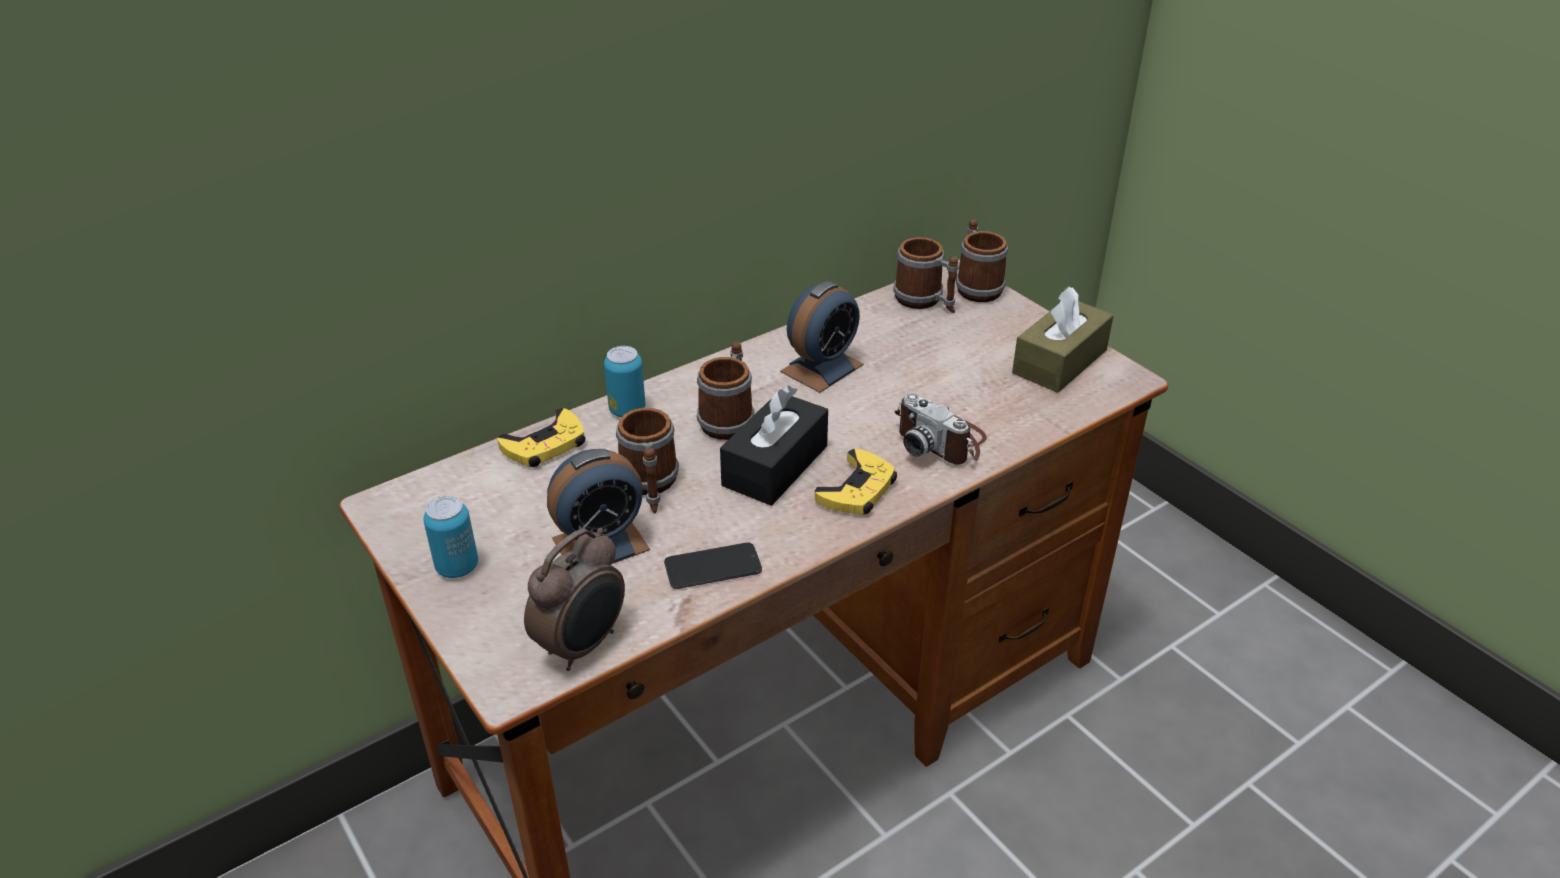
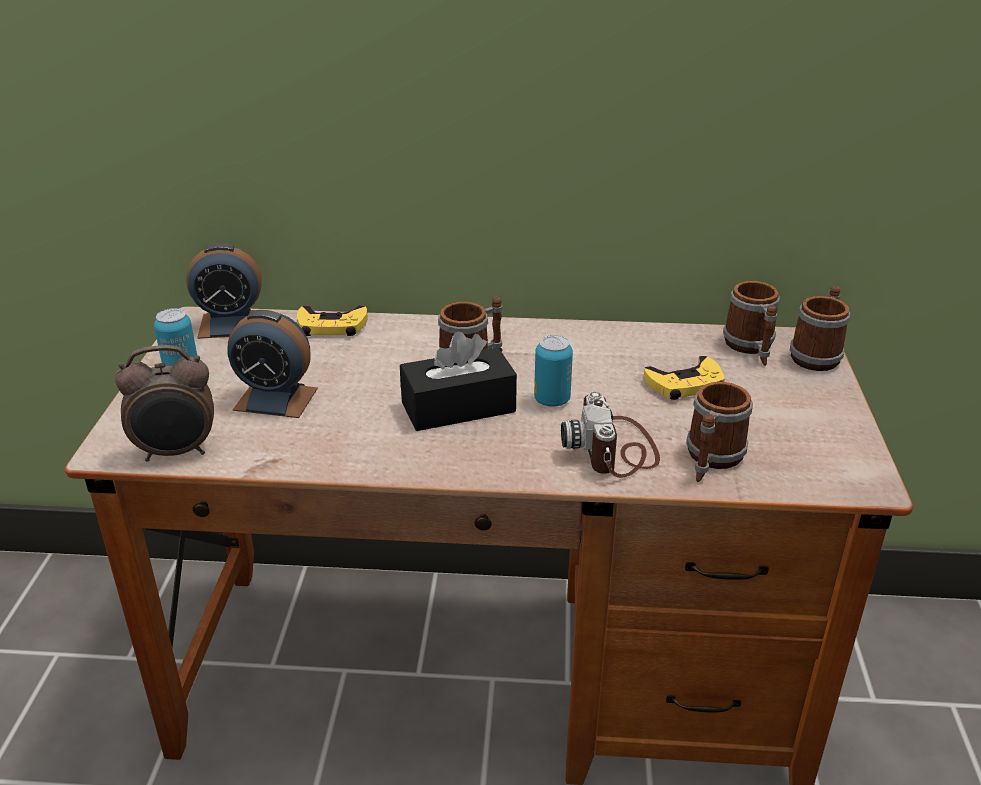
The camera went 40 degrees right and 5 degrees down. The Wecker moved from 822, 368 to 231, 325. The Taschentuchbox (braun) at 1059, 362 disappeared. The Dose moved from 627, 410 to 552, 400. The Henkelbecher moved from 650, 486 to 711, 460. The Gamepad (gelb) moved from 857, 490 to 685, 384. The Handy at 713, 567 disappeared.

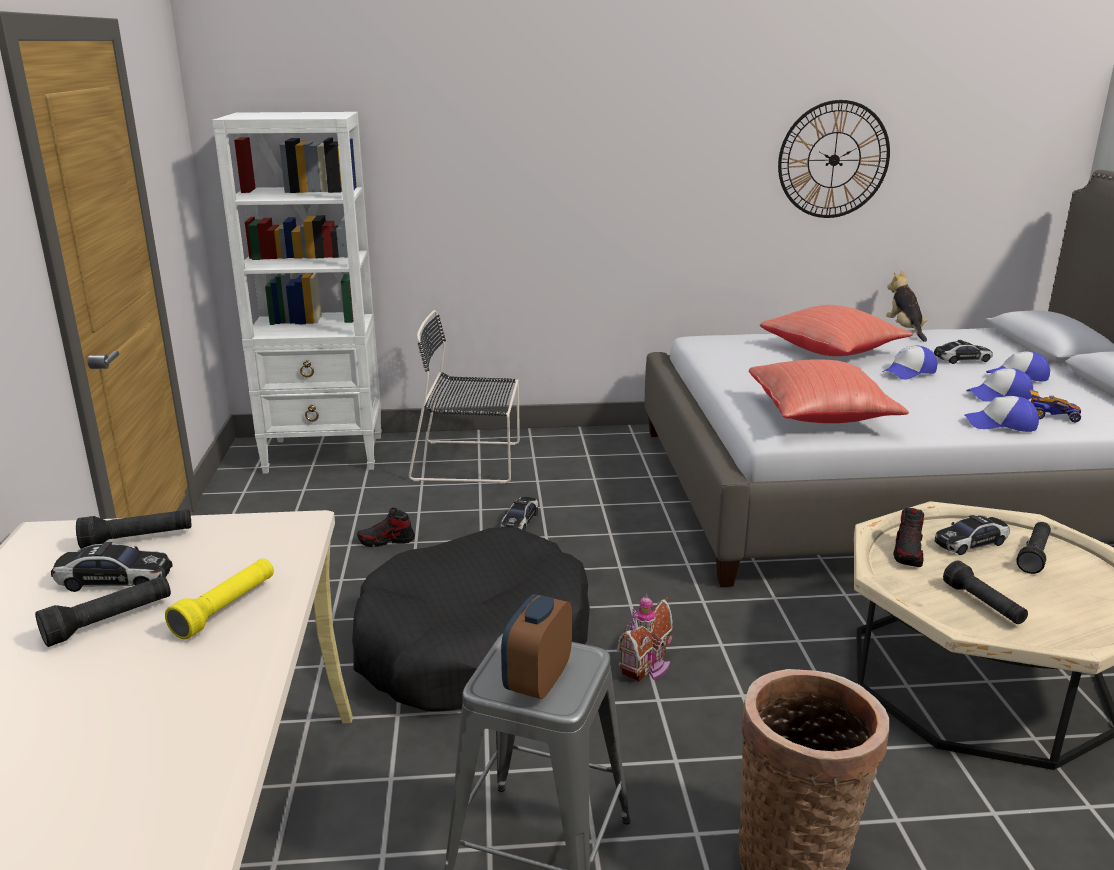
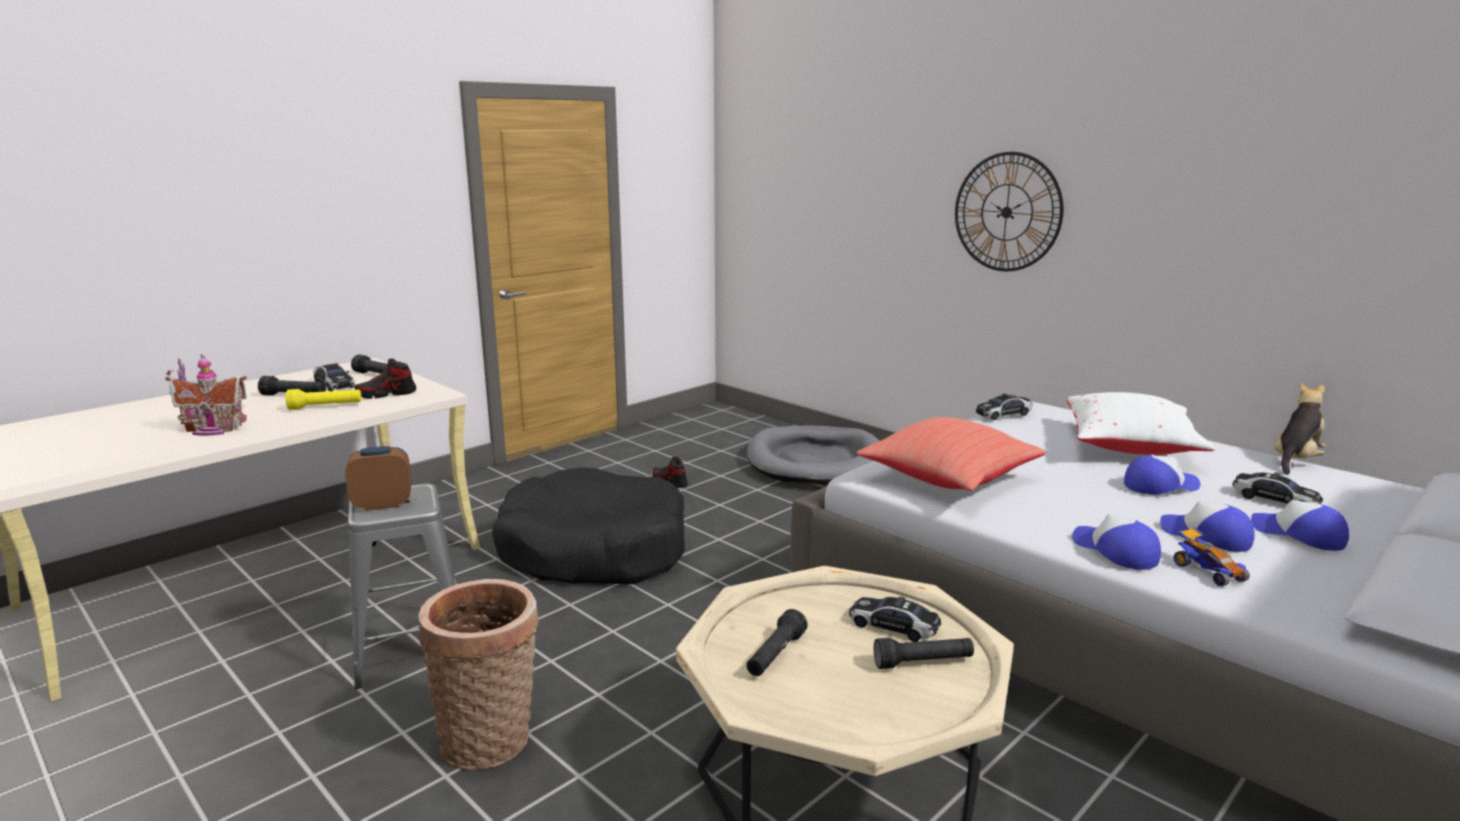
The camera went 50 degrees right and 5 degrees down. The Wanduhr moved from 833, 160 to 1007, 212. The Bücherregal (weiß) at 326, 454 disappeared. The Kissen (rot) at 833, 351 became the Kissen (weiß) at 1131, 448. The Stuhl (schwarz) at 471, 461 was replaced by the Hundebett (grau) at 815, 461. The Kappe at 909, 372 turned 150 degrees clockwise. The Spielzeugauto moved from 520, 521 to 1003, 414. The Schuh moved from 908, 553 to 386, 394. The Spielzeughaus moved from 648, 667 to 213, 430.

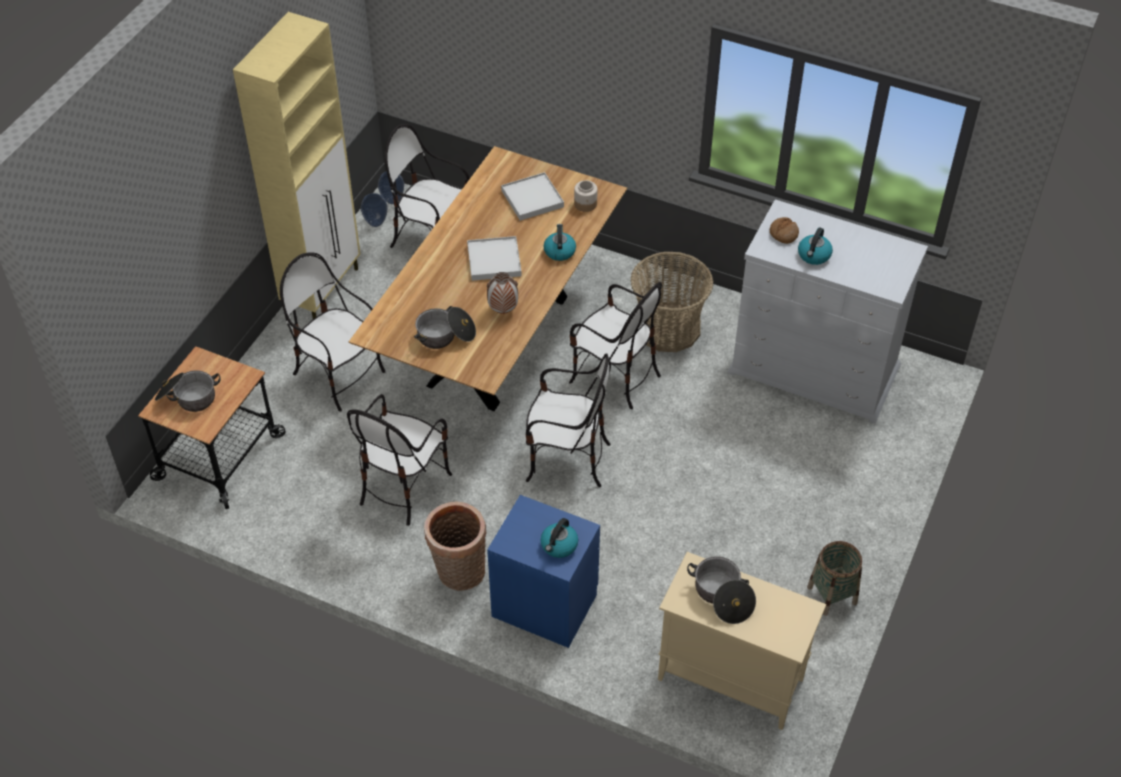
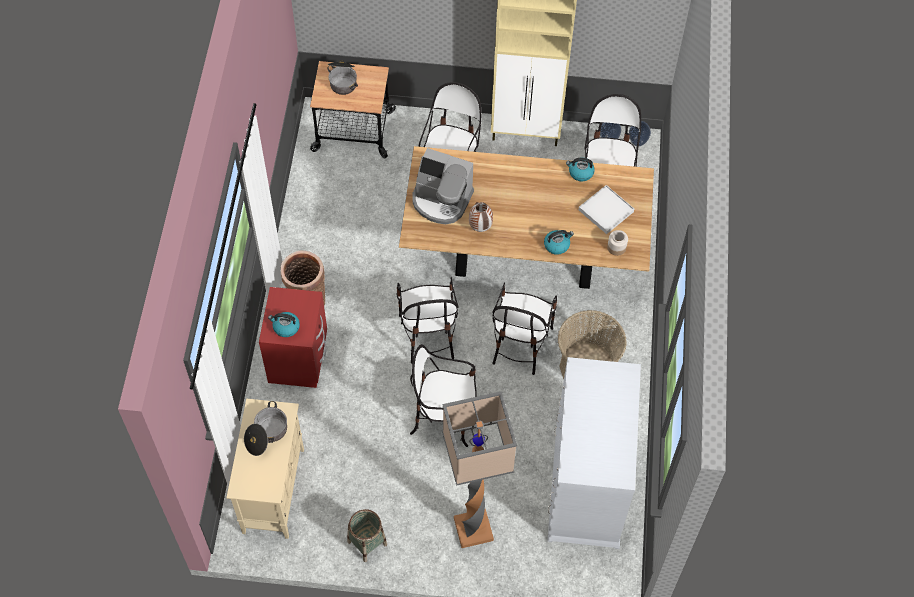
The camera went 70 degrees right and 10 degrees up. The Brot at 783, 233 disappeared. The Wasserkessel moved from 814, 255 to 580, 173. The Tablett (weiß) at 494, 261 disappeared. The Kochtopf at 445, 336 was replaced by the Kaffeemaschine at 441, 200. The Stuhl moved from 403, 486 to 444, 418. The Nachttisch (blau) at 545, 604 became the Nachttisch (rot) at 299, 358. The Stehlampe at 472, 530 appeared.

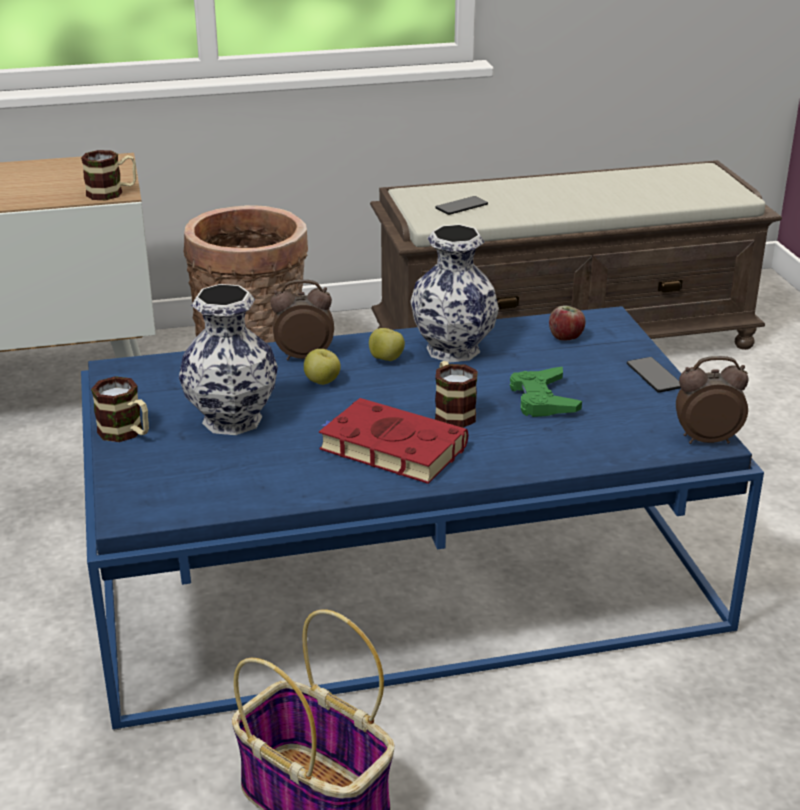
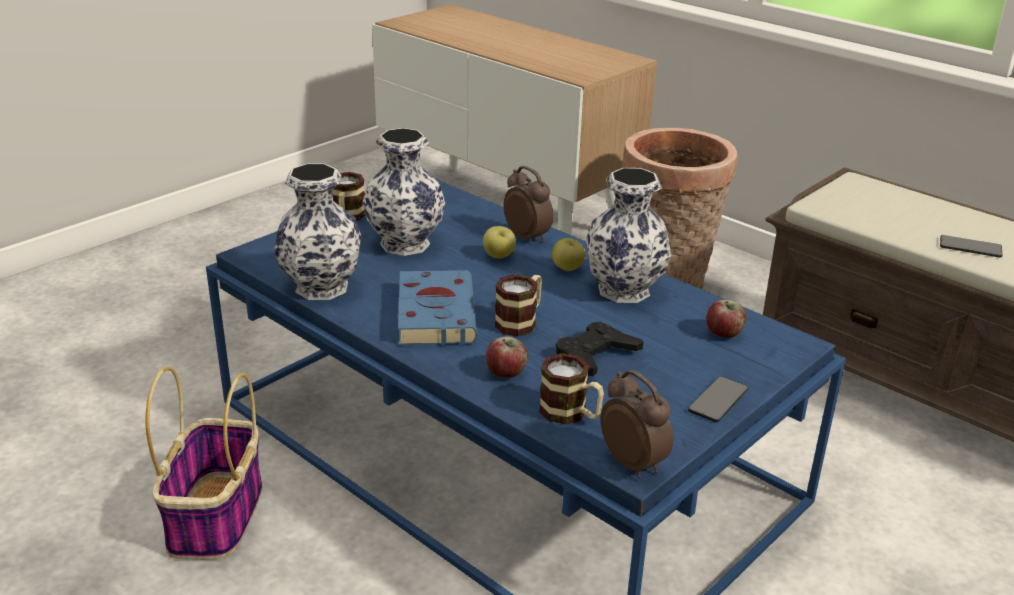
The camera went 55 degrees right and 0 degrees up. The Henkelbecher moved from 112, 193 to 571, 414. The Handy moved from 461, 206 to 970, 247. The Gamepad (grün) at 543, 399 became the Gamepad (schwarz) at 595, 355. The Buch (rot) at 389, 447 became the Buch (blau) at 435, 313. The Vase at 320, 286 appeared. The Apfel at 506, 373 appeared.

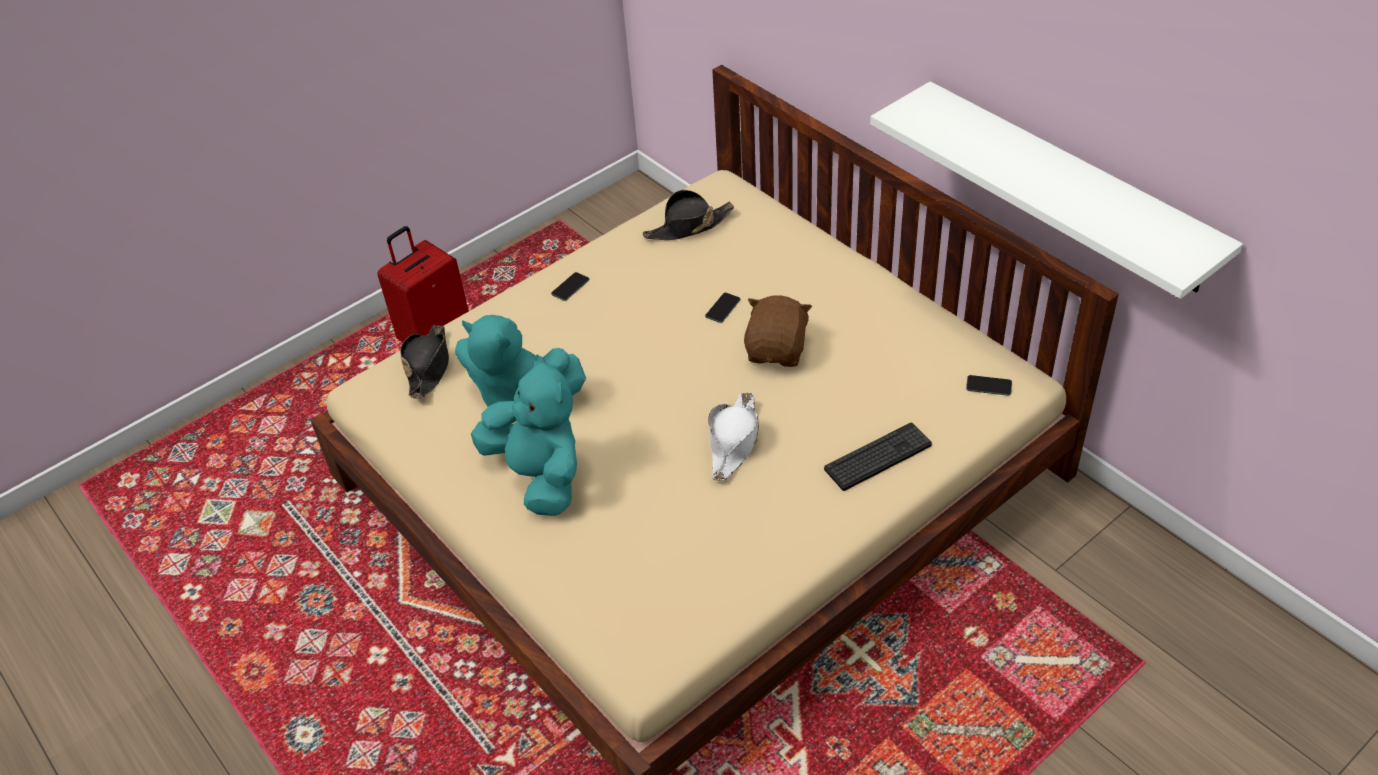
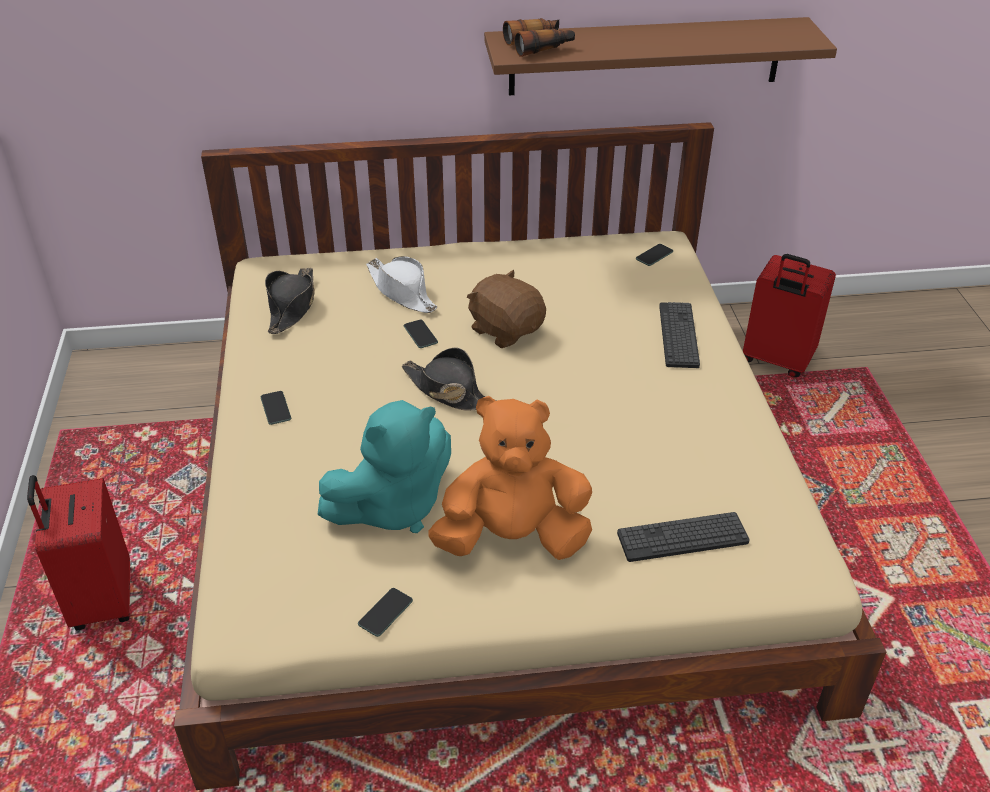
The camera went 60 degrees left and 5 degrees down. The Wandregal (weiß) at 1068, 186 became the Wandregal (braun) at 645, 56. The Hut (schwarz) moved from 428, 366 to 448, 391. The Plüschtier (türkis) at 539, 476 became the Plüschtier (orange) at 512, 538. The Hut (weiß) moved from 733, 442 to 402, 292. The Fernglas at 539, 46 appeared. The Koffer (rot) at 776, 361 appeared. The Tastatur at 682, 538 appeared. The Handy at 385, 612 appeared.

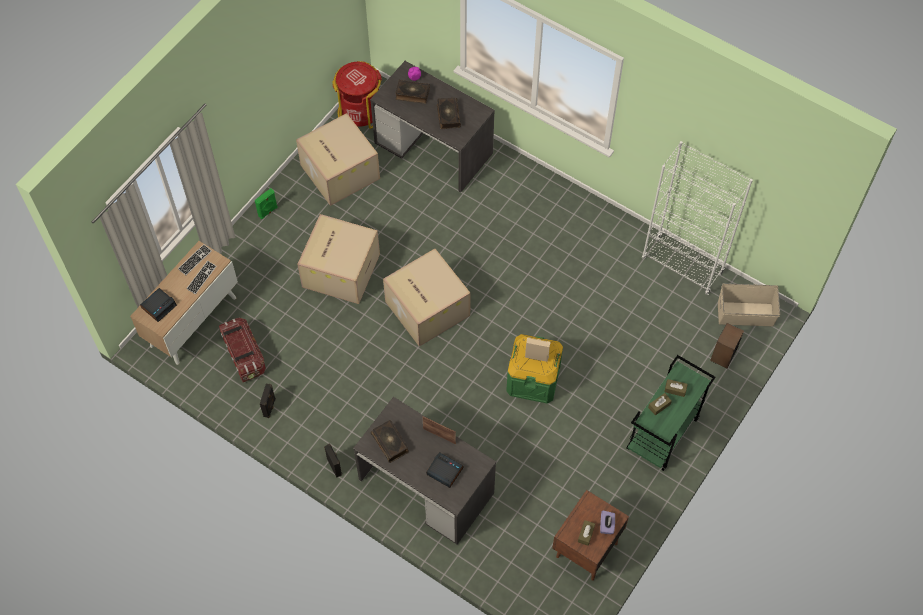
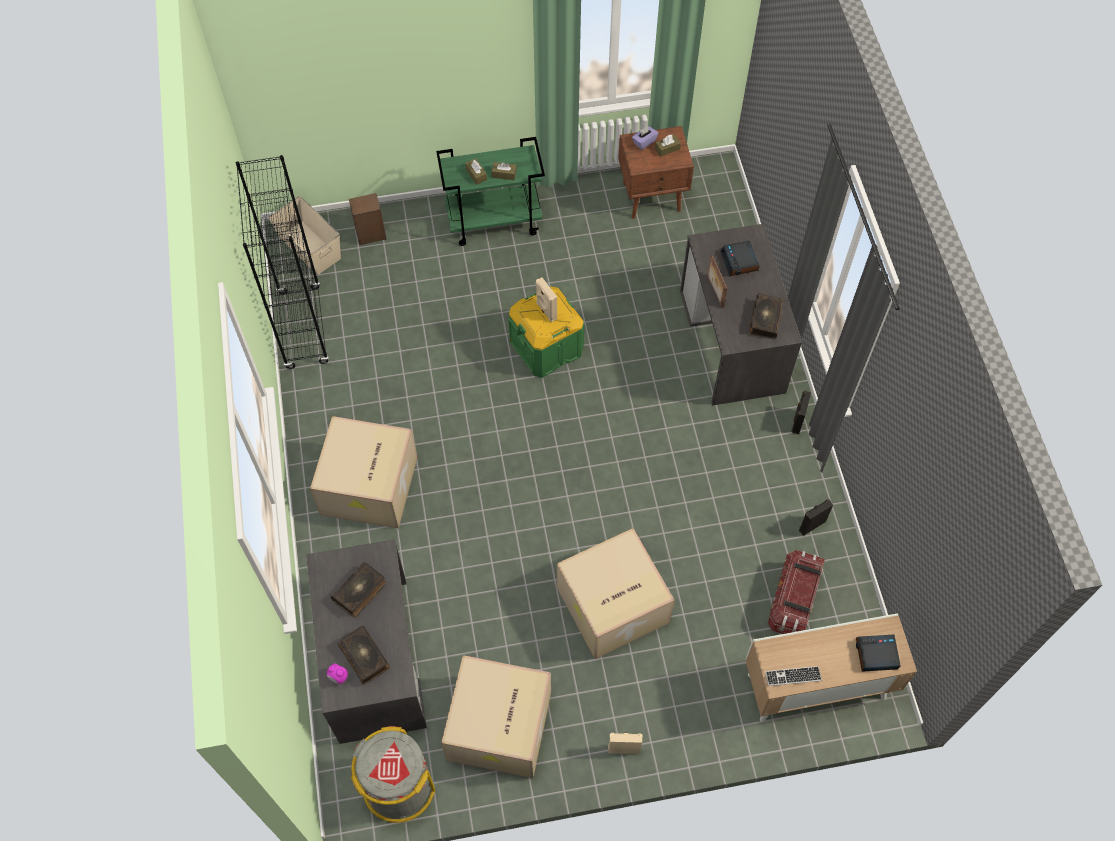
The camera went 135 degrees left and 0 degrees up. The Mülleimer (rot) at 360, 112 became the Mülleimer (grau) at 398, 786. The Bücherregal (weiß) at 682, 265 became the Bücherregal (schwarz) at 303, 327. The Lautsprecher (grün) at 268, 212 became the Lautsprecher (beige) at 624, 748. The Karton moved from 426, 308 to 370, 487. The Tastatur at 201, 278 disappeared.

